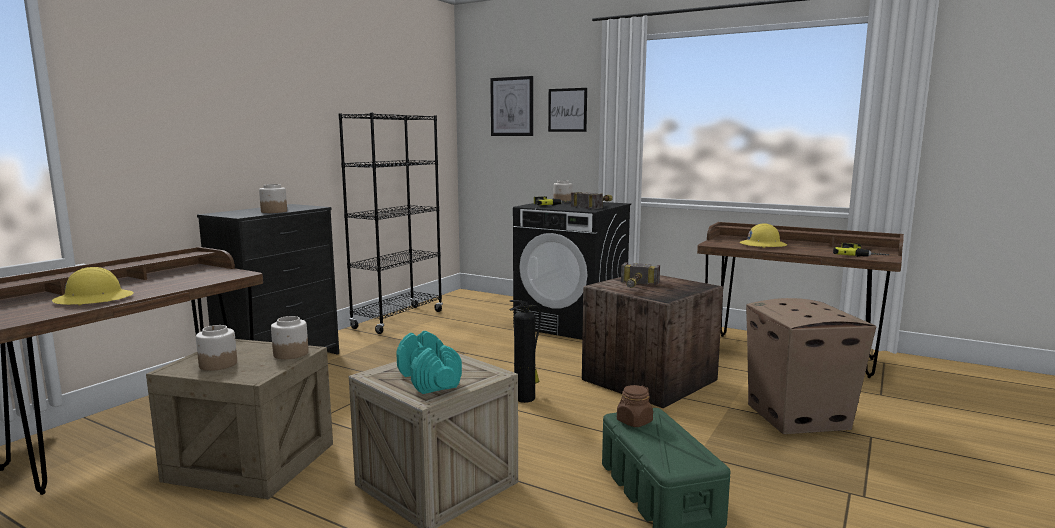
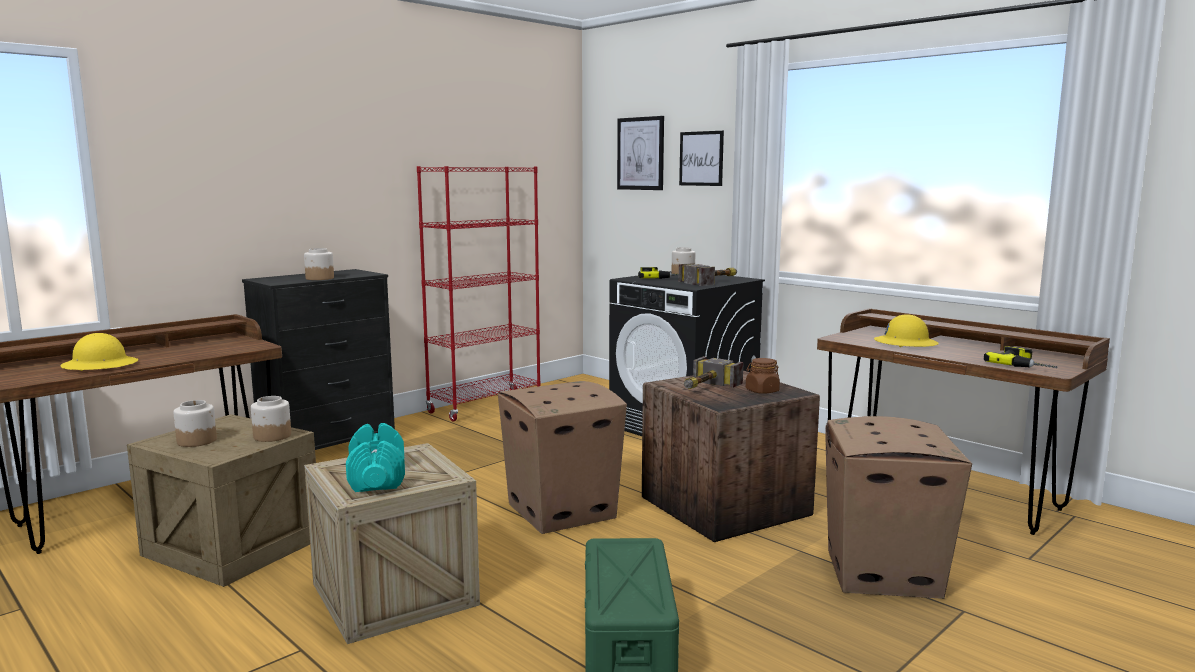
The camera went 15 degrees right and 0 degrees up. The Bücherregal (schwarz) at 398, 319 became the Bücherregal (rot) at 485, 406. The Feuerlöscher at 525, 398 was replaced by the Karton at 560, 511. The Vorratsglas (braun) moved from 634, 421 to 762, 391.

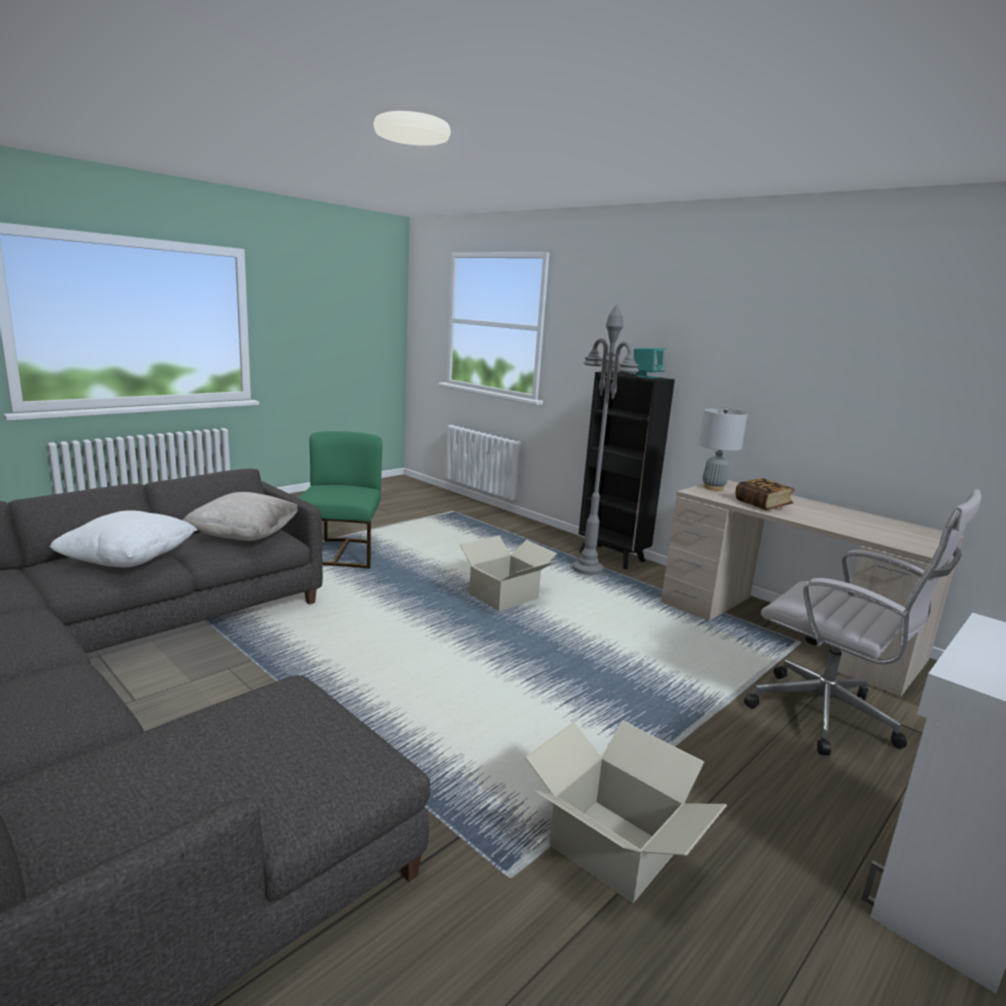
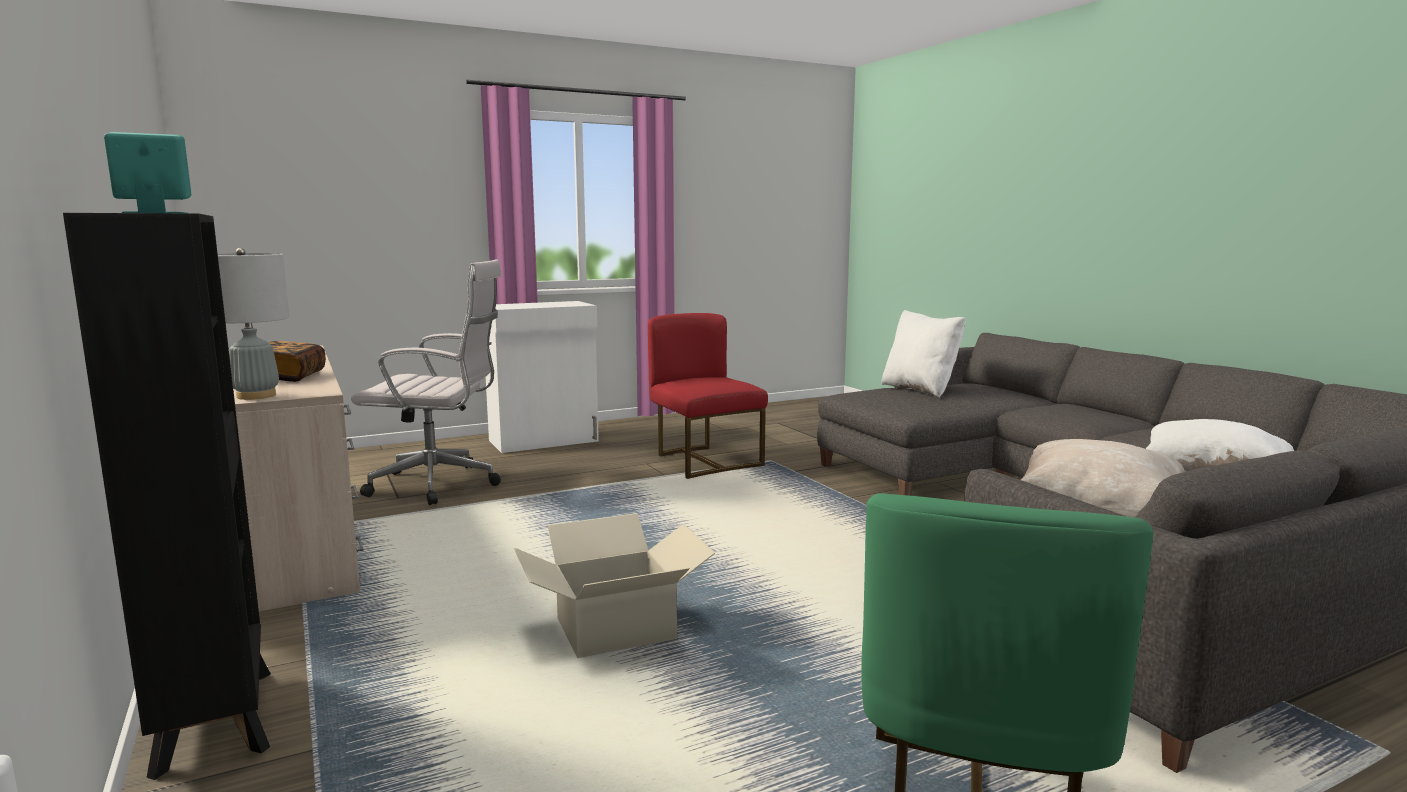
The camera went 160 degrees left and 5 degrees down. The Stehlampe (grau) at 588, 569 disappeared. The Bürostuhl (weiß) at 829, 718 turned 120 degrees clockwise. The Karton at 612, 849 was replaced by the Stuhl (rot) at 704, 461. The Kissen (weiß) at 920, 390 appeared.

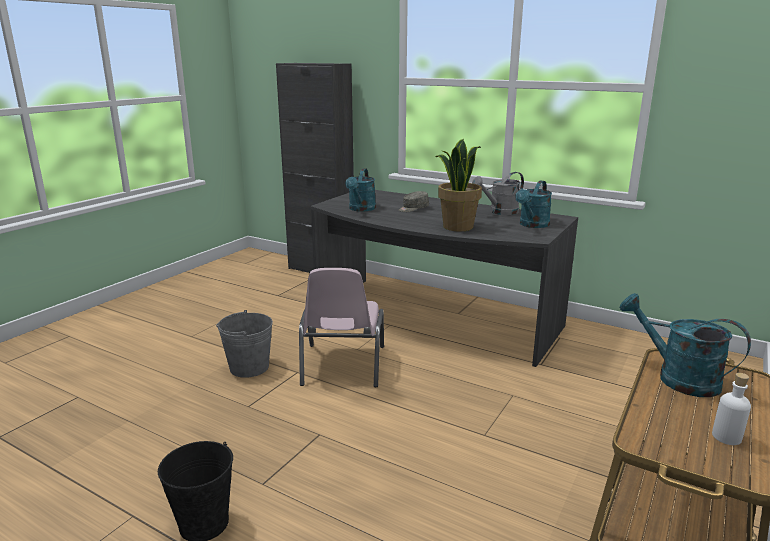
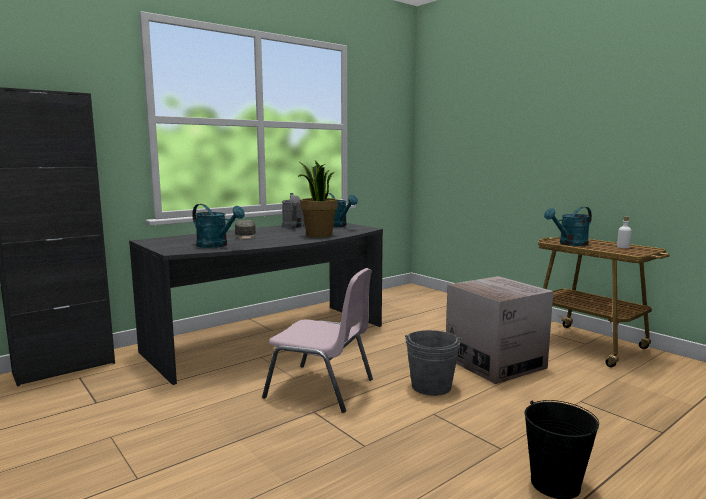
The camera went 70 degrees left and 10 degrees down. The Eimer (grau) moved from 249, 367 to 431, 386. The Karton at 495, 363 appeared.

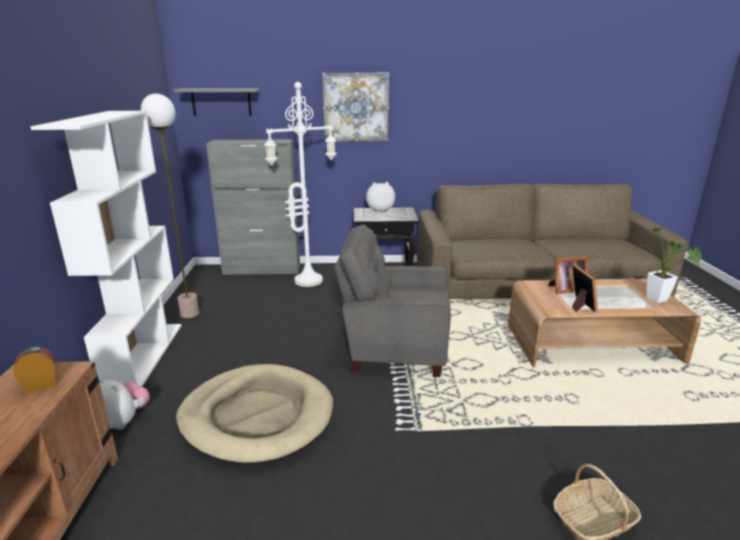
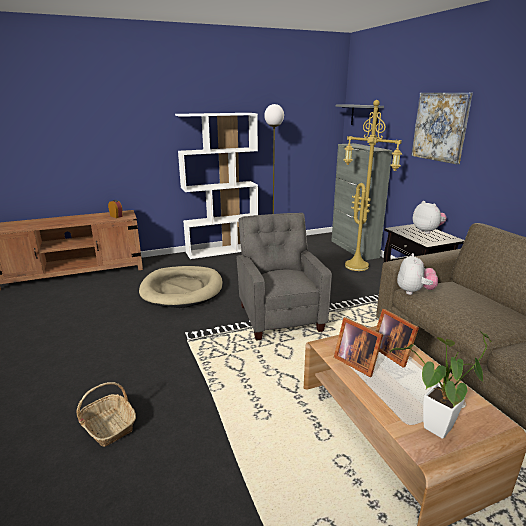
The camera went 70 degrees right and 0 degrees up. The Stehlampe (weiß) at 309, 280 became the Stehlampe (gelb) at 358, 266. The Bilderrahmen at 579, 305 turned 75 degrees clockwise. The Plüschtier moved from 124, 421 to 414, 292.

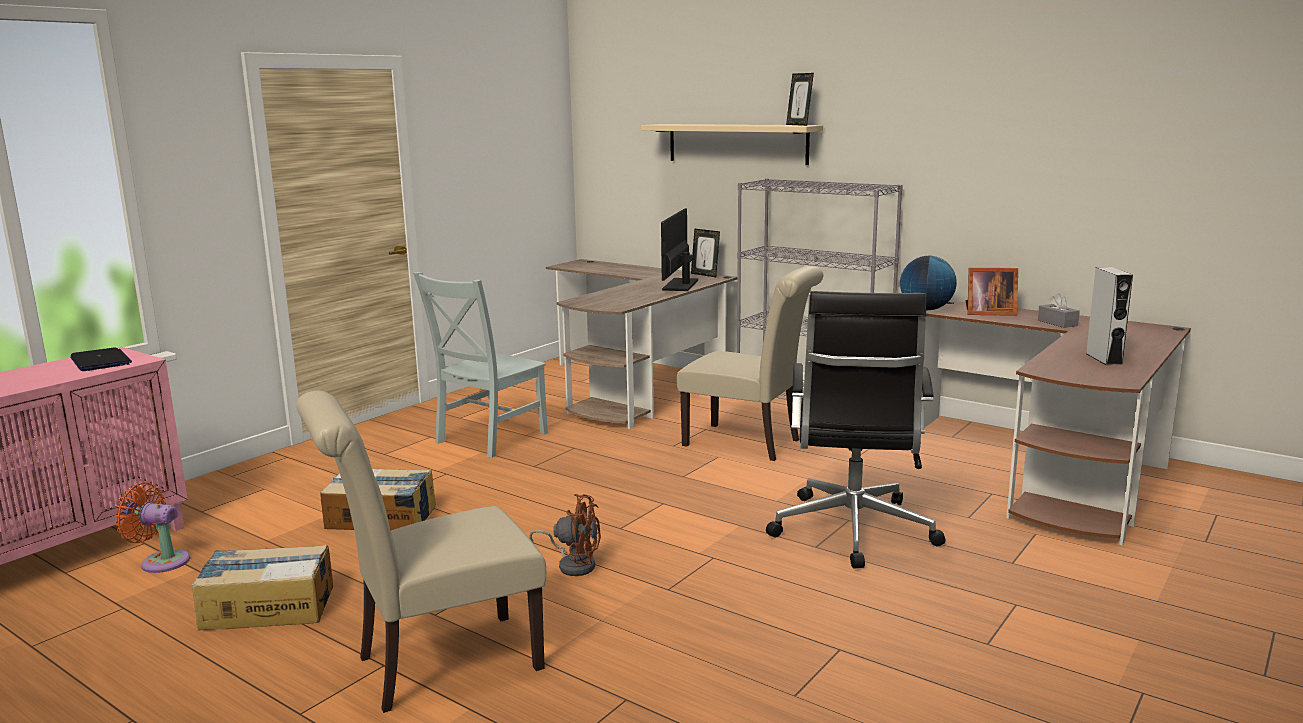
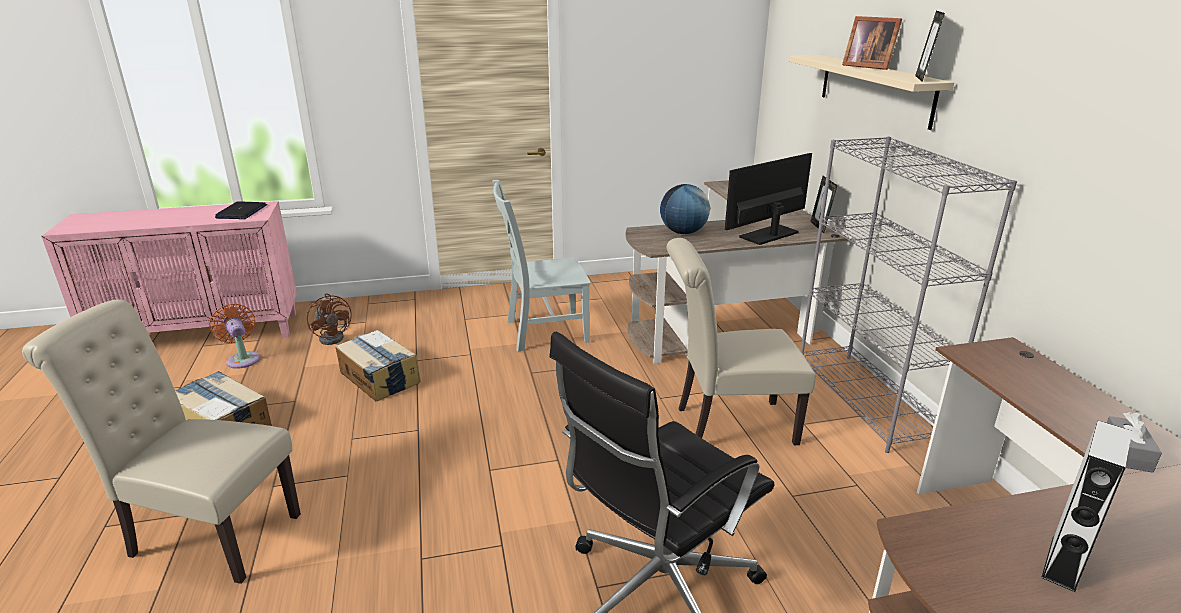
The camera went 40 degrees right and 10 degrees up. The Globus moved from 926, 309 to 683, 232. The Stuhl (beige) at 748, 443 turned 105 degrees clockwise. The Bilderrahmen moved from 987, 313 to 867, 66. The Ventilator (braun) moved from 573, 564 to 334, 337.

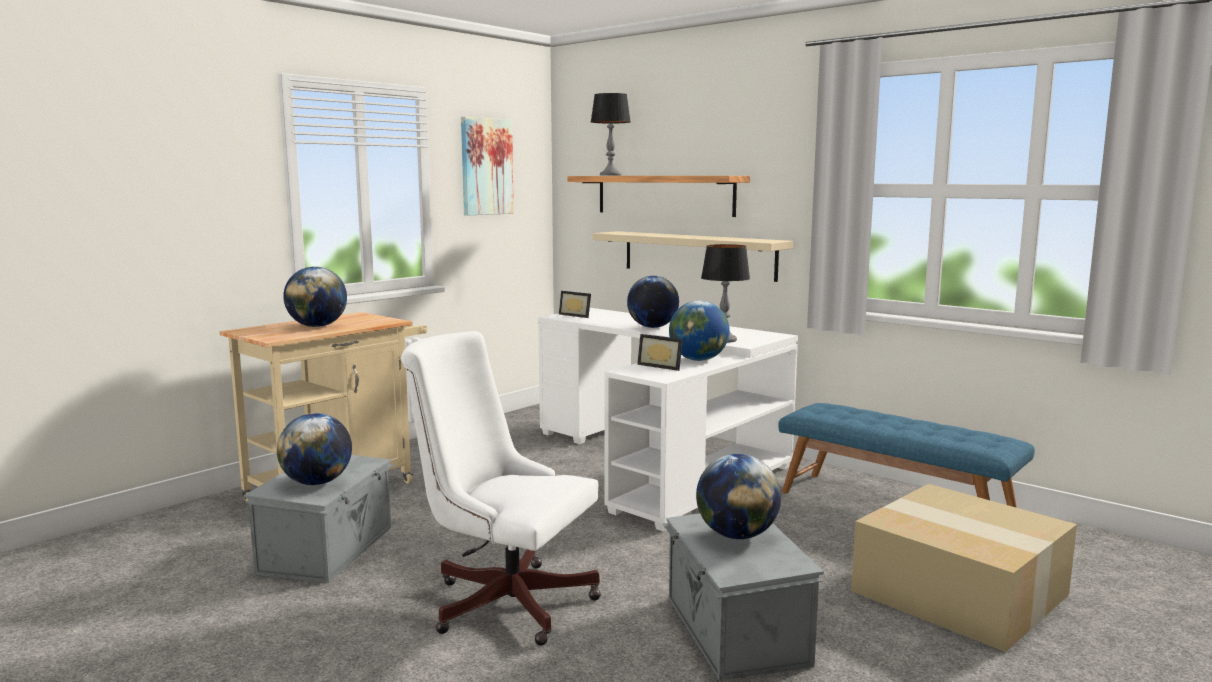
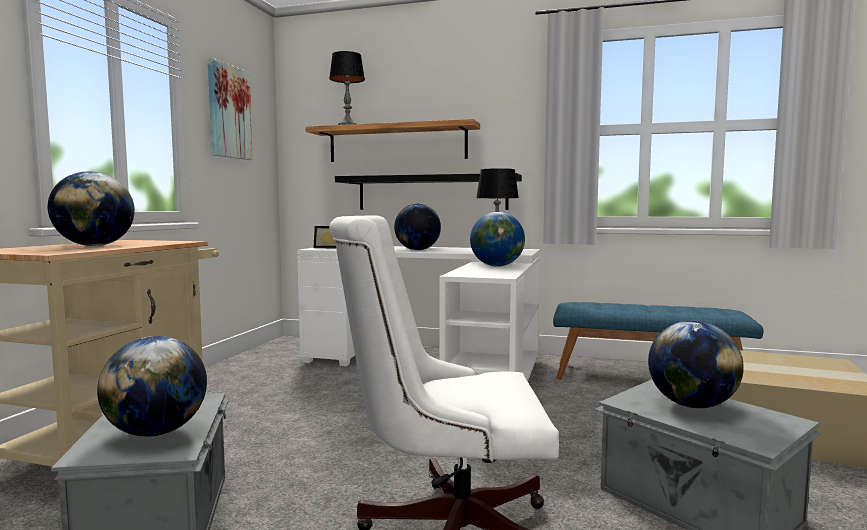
The camera went 25 degrees left and 5 degrees down. The Wandregal (beige) at 697, 255 became the Wandregal (schwarz) at 431, 193. The Bilderrahmen at 662, 366 disappeared.

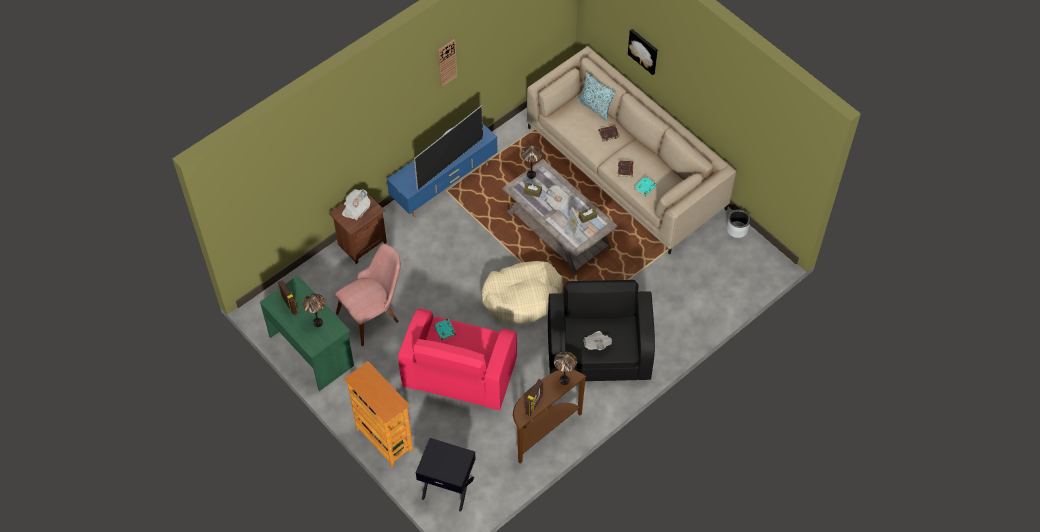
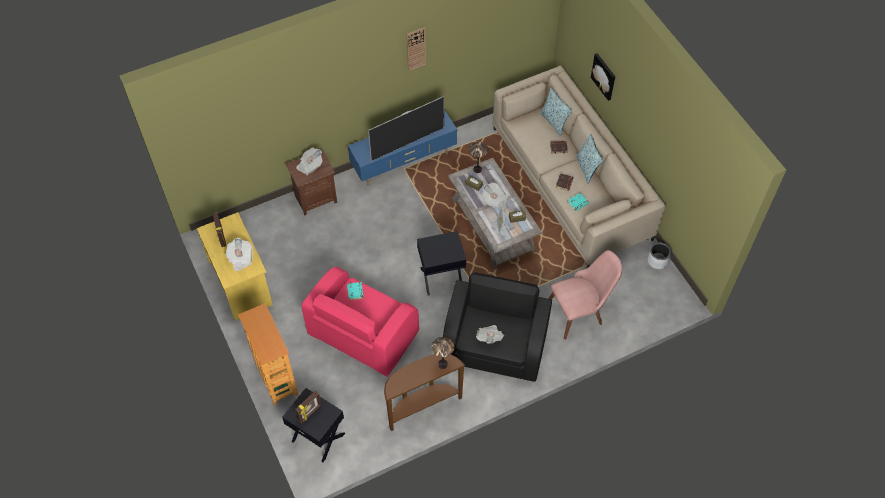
The camera went 15 degrees right and 0 degrees up. The Stuhl (rosa) moved from 374, 313 to 580, 311. The Hundebett (beige) at 522, 297 was replaced by the Beistelltisch (schwarz) at 441, 278. The Schreibtisch (grün) at 312, 350 became the Schreibtisch (gelb) at 241, 282. The Tischlampe at 318, 323 was replaced by the Zeitung at 240, 259. The Bilderrahmen moved from 534, 404 to 310, 413. The Kissen at 586, 168 appeared.

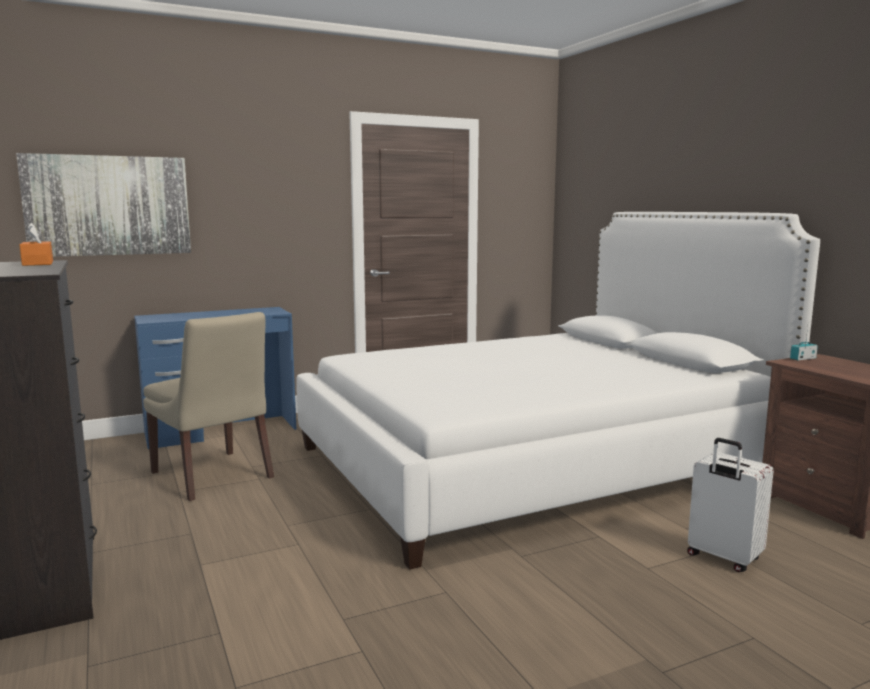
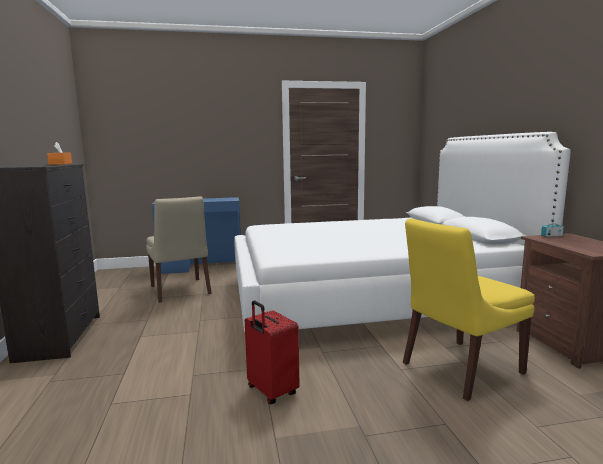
The camera went 15 degrees right and 0 degrees up. The Bild at 108, 205 disappeared. The Koffer (weiß) at 723, 558 was replaced by the Stuhl (gelb) at 459, 369. The Koffer (rot) at 271, 391 appeared.

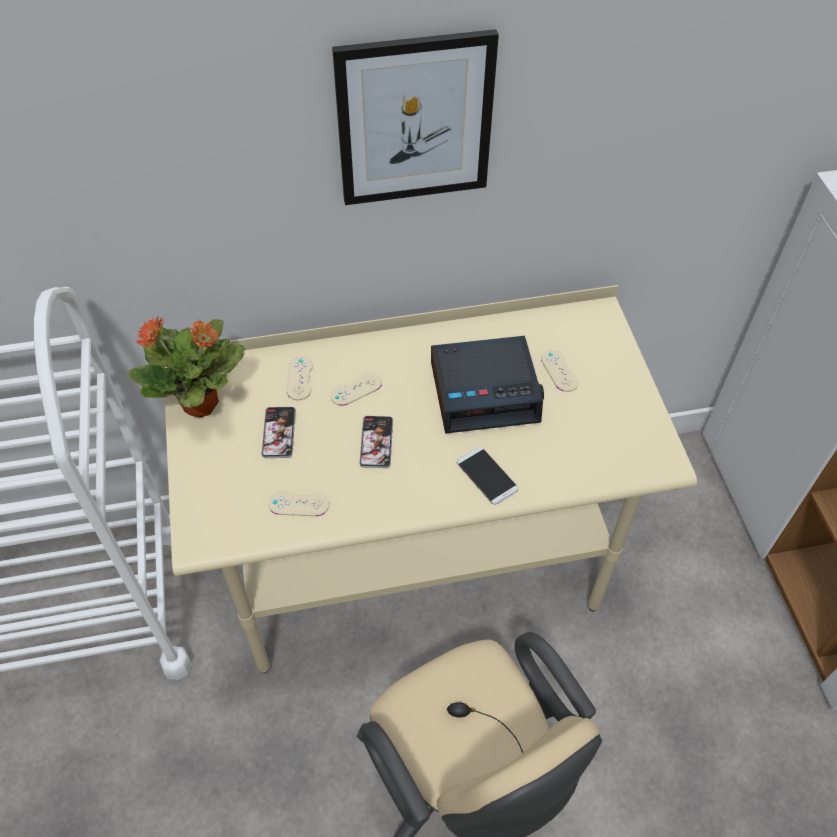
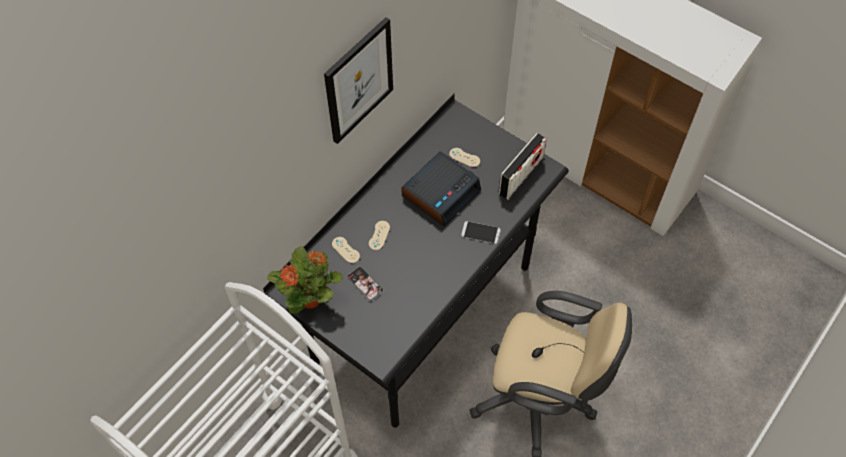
The camera went 40 degrees left and 5 degrees up. The Schreibtisch (beige) at 416, 568 became the Schreibtisch (schwarz) at 422, 315. The Handy at 376, 442 disappeared. The Gamepad (beige) at 299, 504 disappeared. The Radio at 520, 176 appeared.

